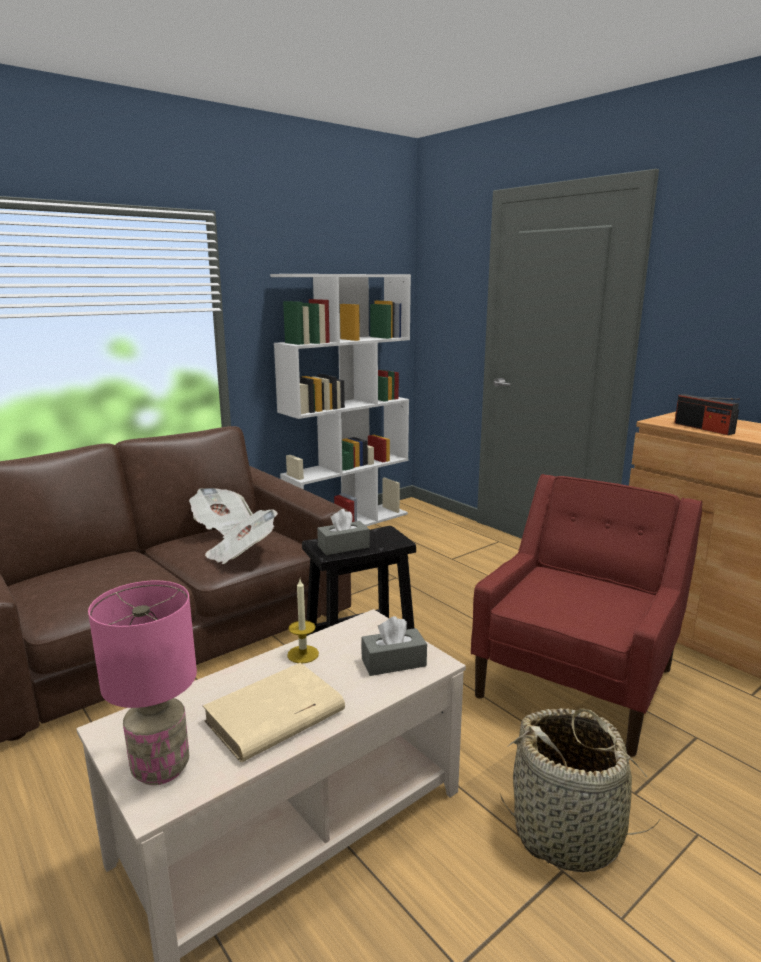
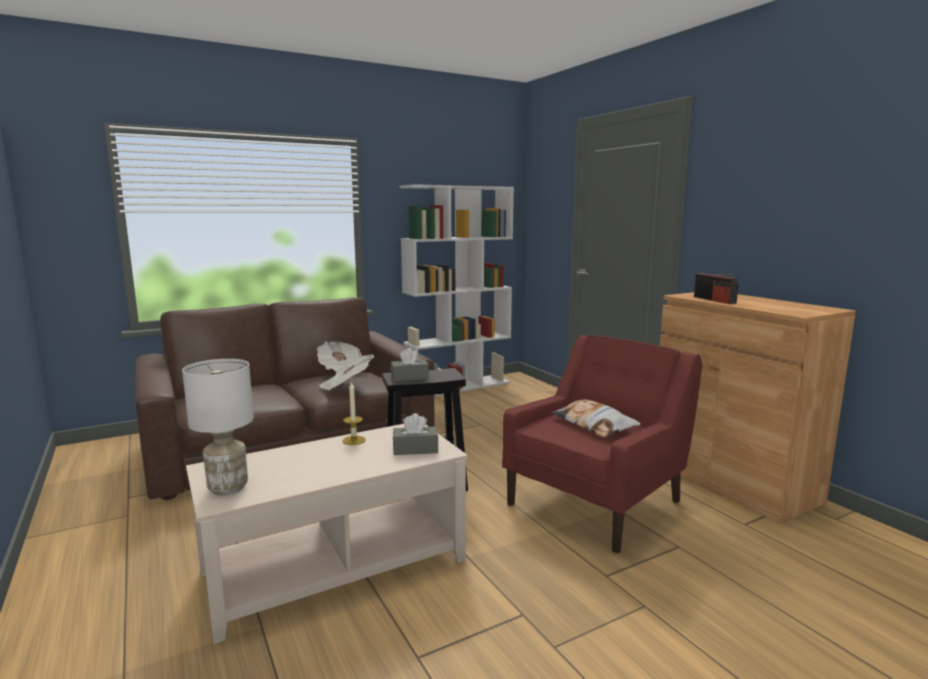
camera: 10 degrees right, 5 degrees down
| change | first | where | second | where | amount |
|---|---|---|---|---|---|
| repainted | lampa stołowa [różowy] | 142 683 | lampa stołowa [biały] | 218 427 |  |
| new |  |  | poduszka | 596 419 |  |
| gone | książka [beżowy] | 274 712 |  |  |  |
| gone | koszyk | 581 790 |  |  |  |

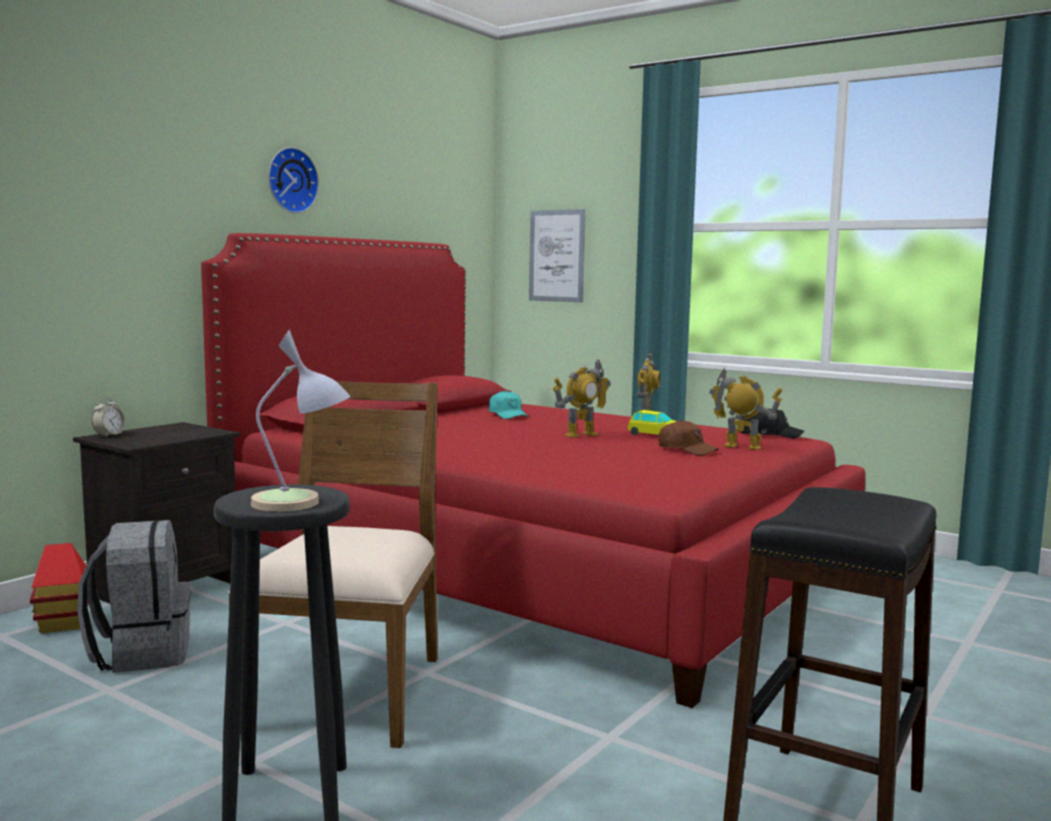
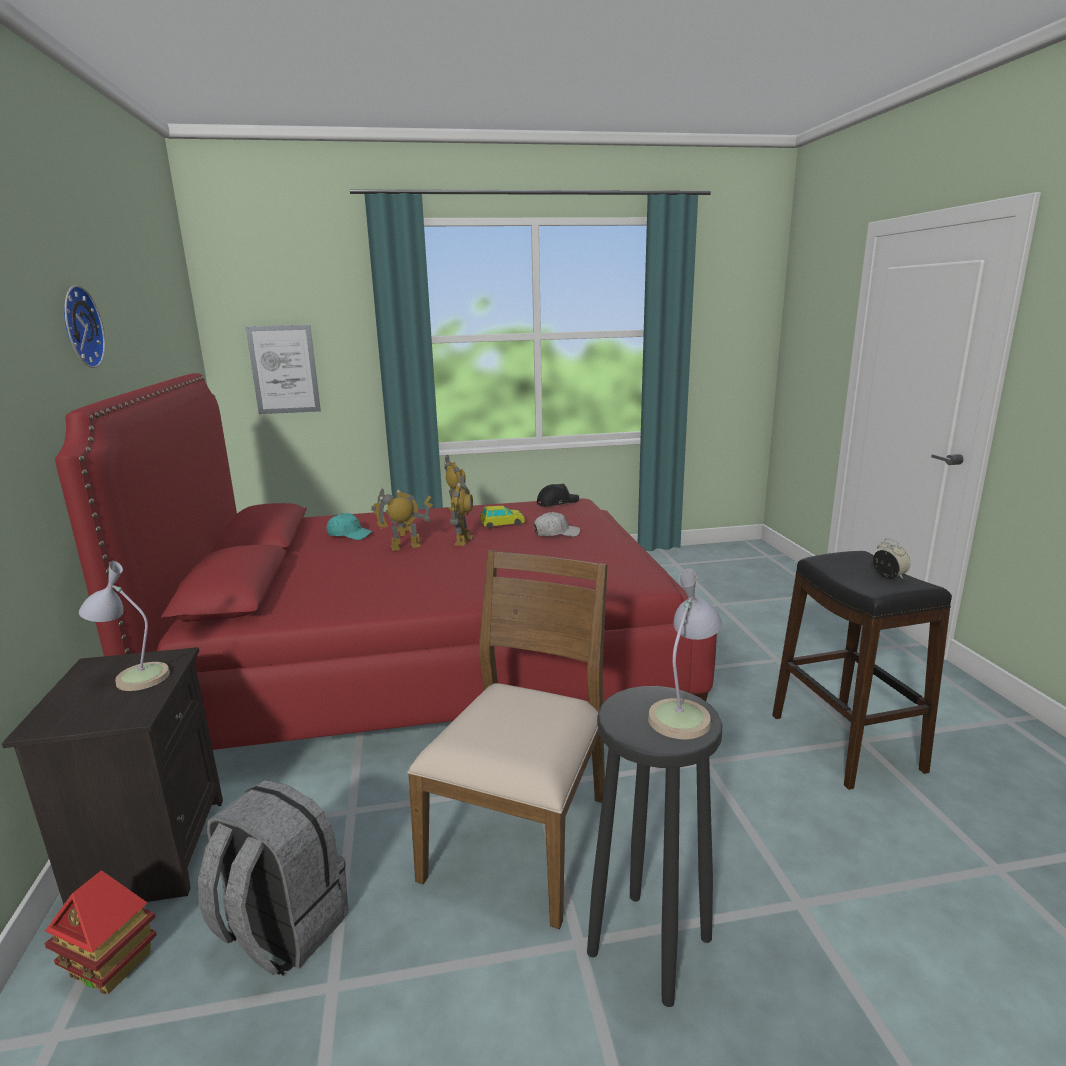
camera: 45 degrees left, 10 degrees up
| change | first | where | second | where | amount |
|---|---|---|---|---|---|
| new |  |  | lampa stołowa | 124 626 |  |
| shifted | robot zabawkowy | 746 409 |  | 402 519 |  |
| rotated | krzesło [brązowy] | 333 564 |  | 507 739 | 60 degrees clockwise |
| repainted | czapka z daszkiem [brązowy] | 688 438 | czapka z daszkiem [biały] | 557 524 |  |
| shifted | budzik | 109 417 |  | 892 558 |  |

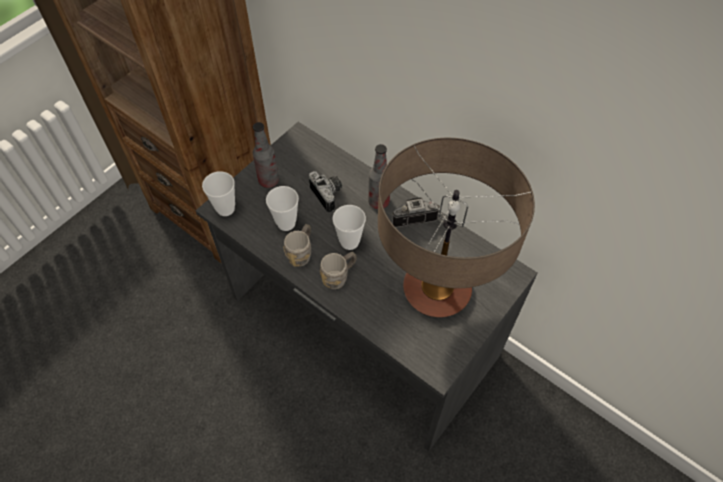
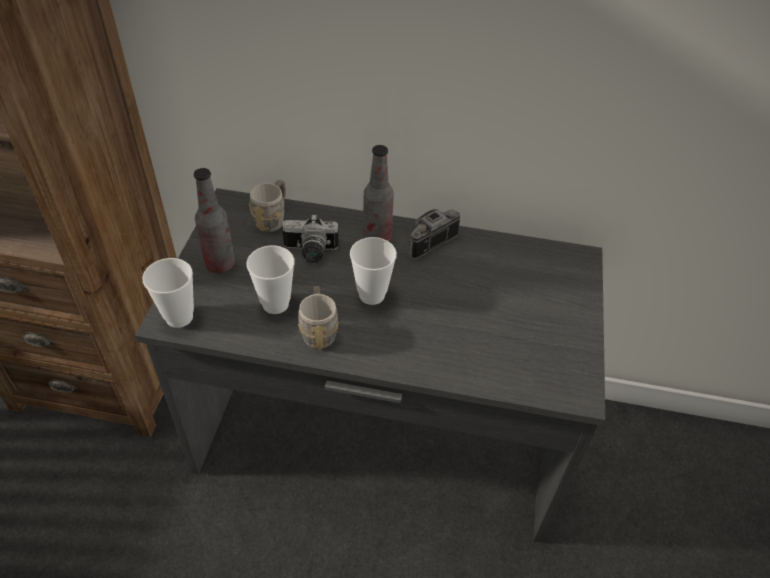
camera: 30 degrees left, 10 degrees down
| change | first | where | second | where | amount |
|---|---|---|---|---|---|
| shifted | kubek [szary] | 338 270 |  | 267 206 |  |
| rotated | aparat fotograficzny | 325 191 |  | 310 238 | 150 degrees clockwise |
| gone | lampa stołowa | 456 227 |  |  |  |

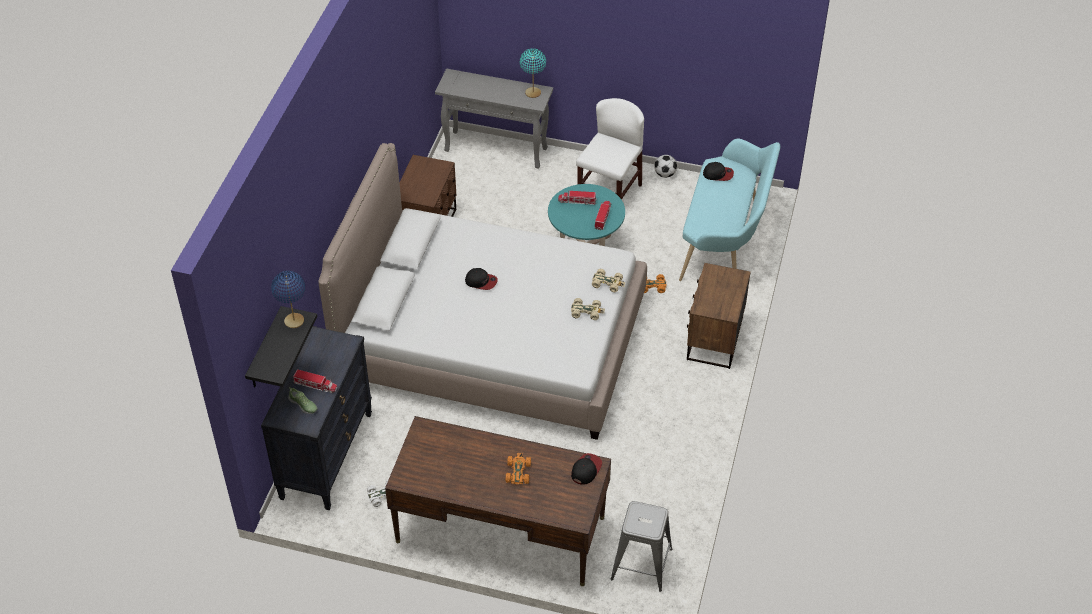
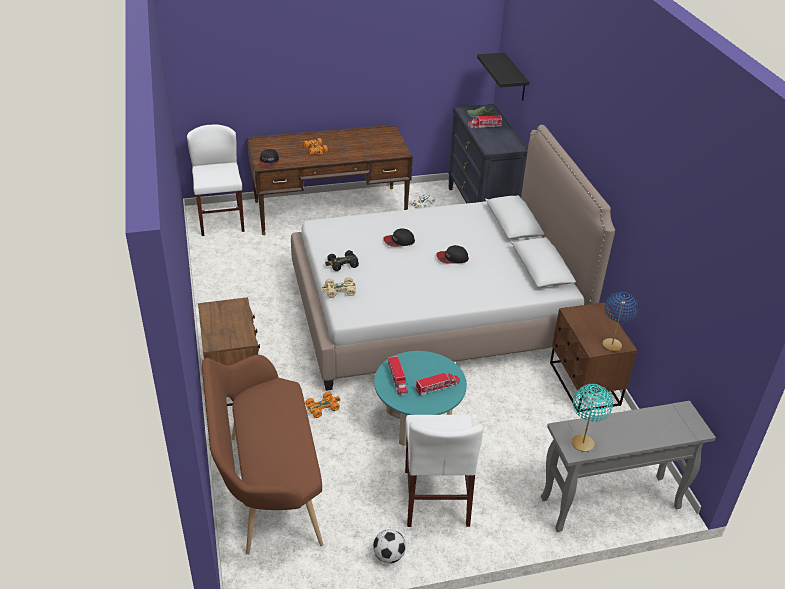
camera: 150 degrees right, 10 degrees down
| change | first | where | second | where | amount |
|---|---|---|---|---|---|
| swapped | stołek [szary] | 641 546 | krzesło [biały] | 216 180 |  |
| repainted | ławka [turkusowy] | 729 210 | ławka [brązowy] | 262 455 |  |
| repainted | samochodzik [beżowy] | 588 309 | samochodzik [czarny] | 342 260 |  |
| shifted | czapka z daszkiem | 718 171 |  | 399 237 |  |
| shifted | lampa stołowa [niebieski] | 288 299 |  | 620 322 |  |

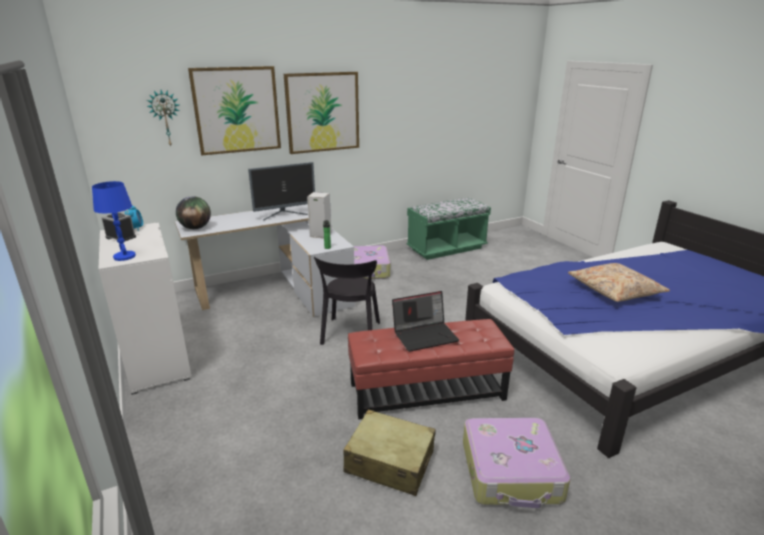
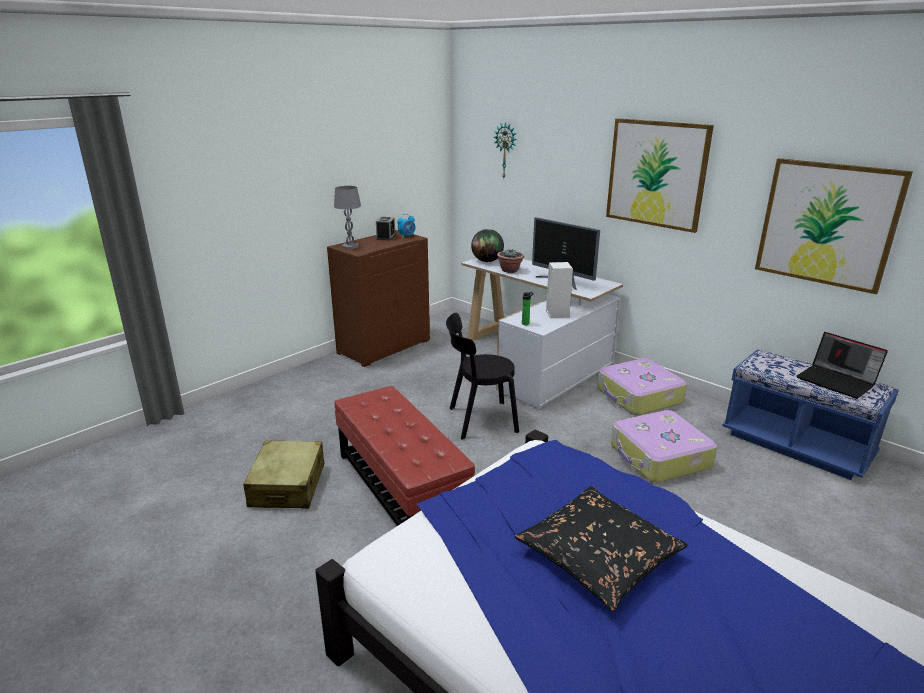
camera: 70 degrees right, 0 degrees up
| change | first | where | second | where | amount |
|---|---|---|---|---|---|
| repainted | szafka [biały] | 145 309 | szafka [brązowy] | 378 298 |  |
| repainted | lampa stołowa [niebieski] | 114 221 | lampa stołowa [szary] | 347 217 |  |
| new |  |  | roślina doniczkowa | 510 261 |  |
| repainted | poduszka [beżowy] | 619 282 | poduszka [czarny] | 601 548 |  |
| shifted | walizka | 516 463 |  | 664 446 |  |
| repainted | ławka [zielony] | 449 229 | ławka [niebieski] | 810 414 |  |
| shifted | obraz | 234 110 |  | 834 226 |  |
| shifted | laptop | 425 321 |  | 842 365 |  |

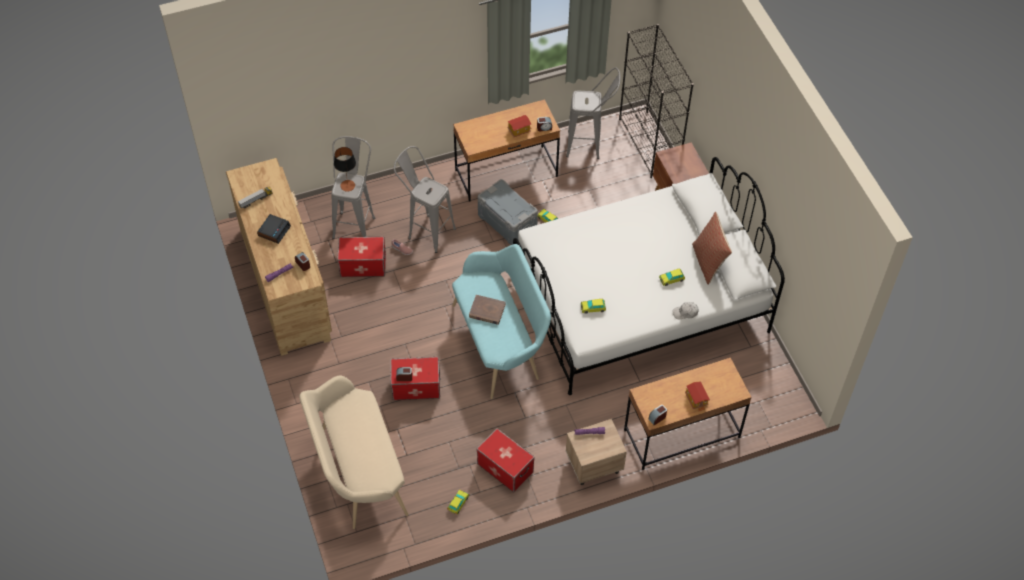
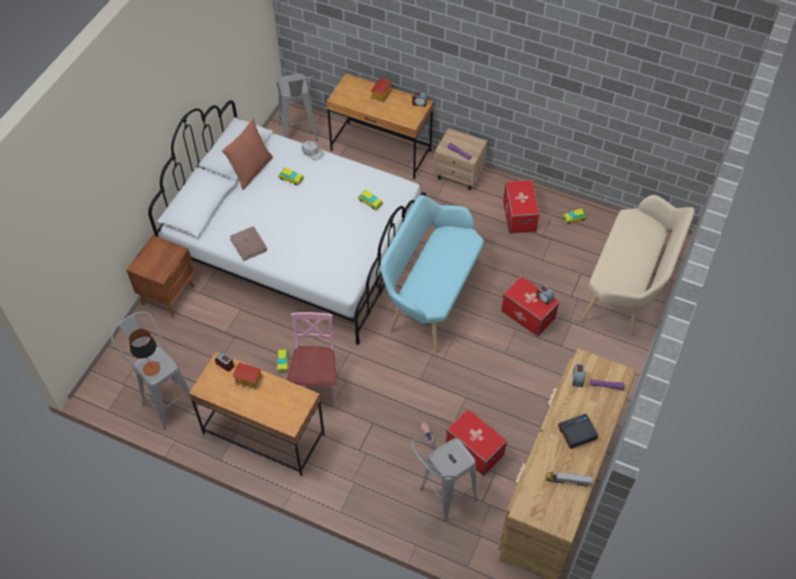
camera: 135 degrees left, 0 degrees up
| change | first | where | second | where | amount |
|---|---|---|---|---|---|
| shifted | lampa stołowa | 345 169 |  | 144 352 |  |
| shifted | książka [brązowy] | 487 310 |  | 248 243 |  |
| shifted | stołek [szary] | 425 199 |  | 297 107 |  |
| swapped | pojemnik do przechowywania [szary] | 508 212 | krzesło [różowy] | 312 360 |  |
| gone | regał [czarny] | 656 101 |  |  |  |

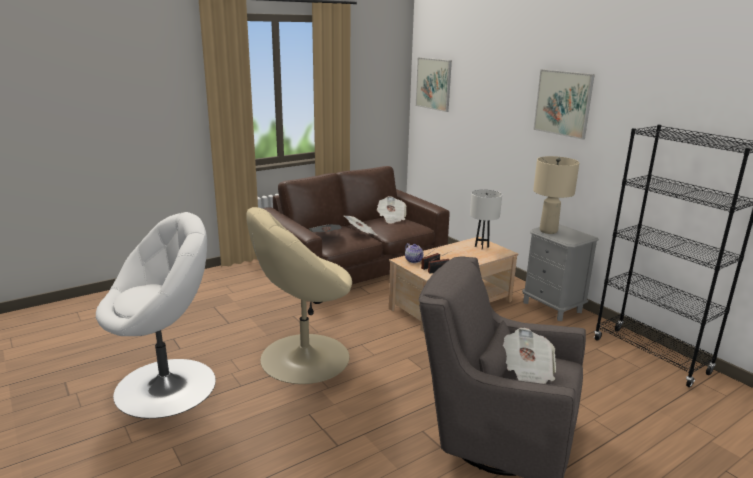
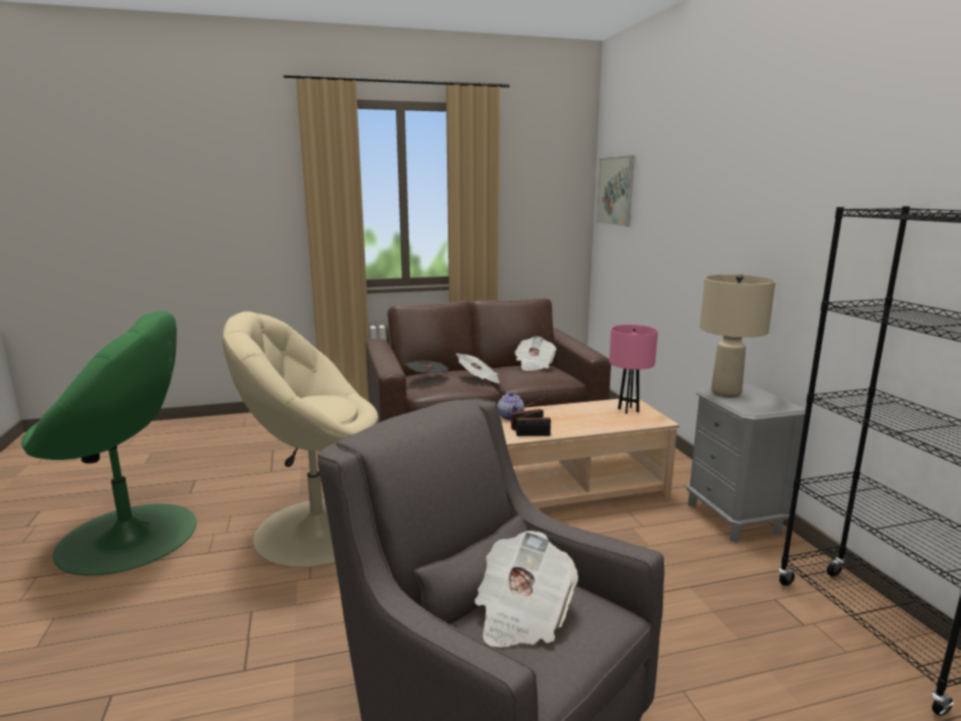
camera: 20 degrees right, 5 degrees down
| change | first | where | second | where | amount |
|---|---|---|---|---|---|
| repainted | fotel [biały] | 156 315 | fotel [zielony] | 109 443 |  |
| repainted | lampa stołowa [biały] | 486 219 | lampa stołowa [różowy] | 633 369 |  |
| gone | obraz | 564 104 |  |  |  |

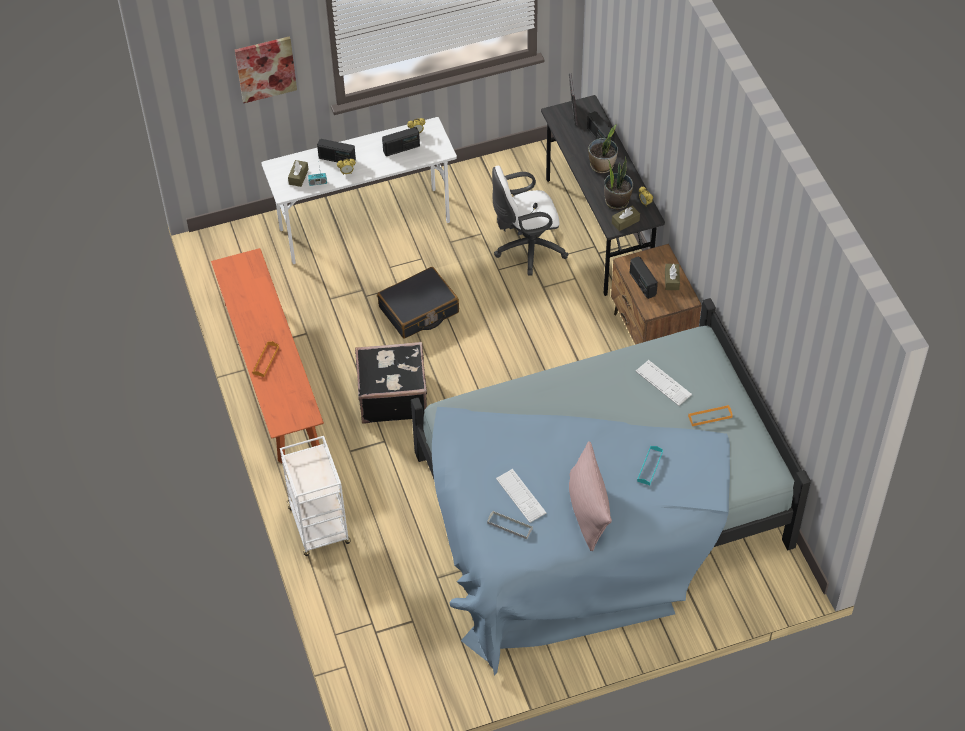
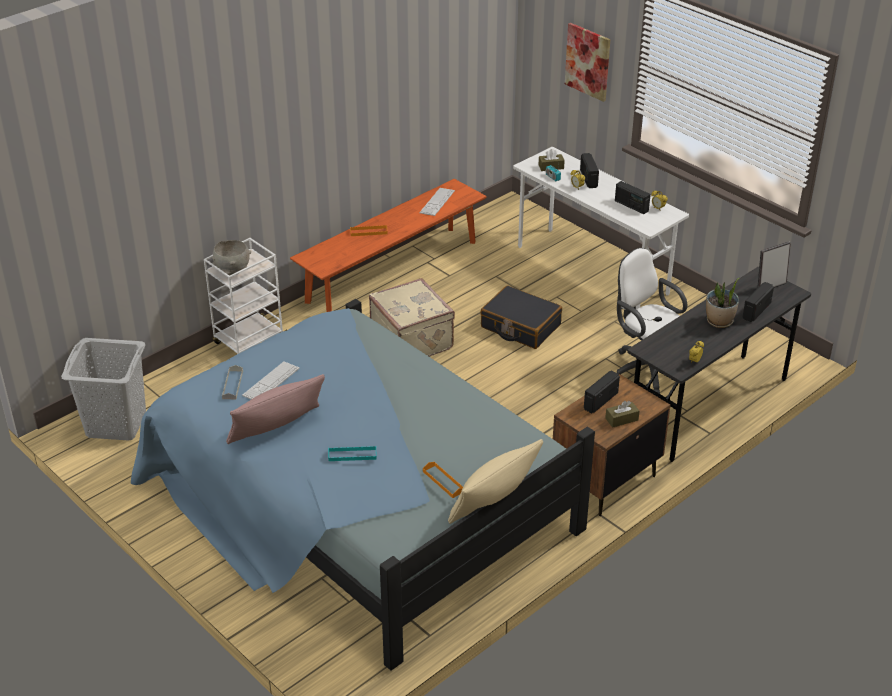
camera: 65 degrees right, 15 degrees down
| change | first | where | second | where | amount |
|---|---|---|---|---|---|
| new |  |  | kosz na pranie [szary] | 103 389 |  |
| new |  |  | miska [szary] | 231 258 |  |
| repainted | walizka [czarny] | 391 383 | walizka [beżowy] | 412 317 |  |
| shifted | klawiatura | 663 383 |  | 437 202 |  |
| new |  |  | poduszka [beżowy] | 495 481 |  |
| gone | roślina doniczkowa | 618 183 |  |  |  |
| gone | pudełko chusteczek [brązowy] | 626 218 |  |  |  |

